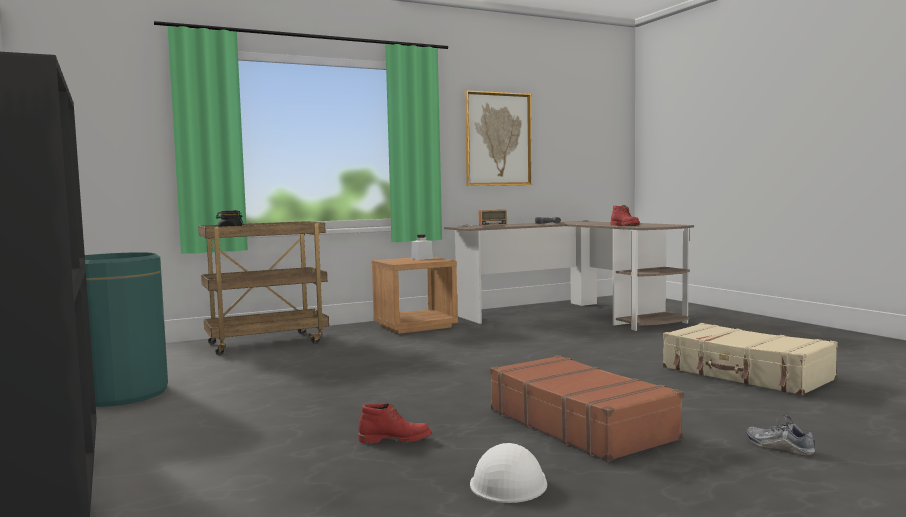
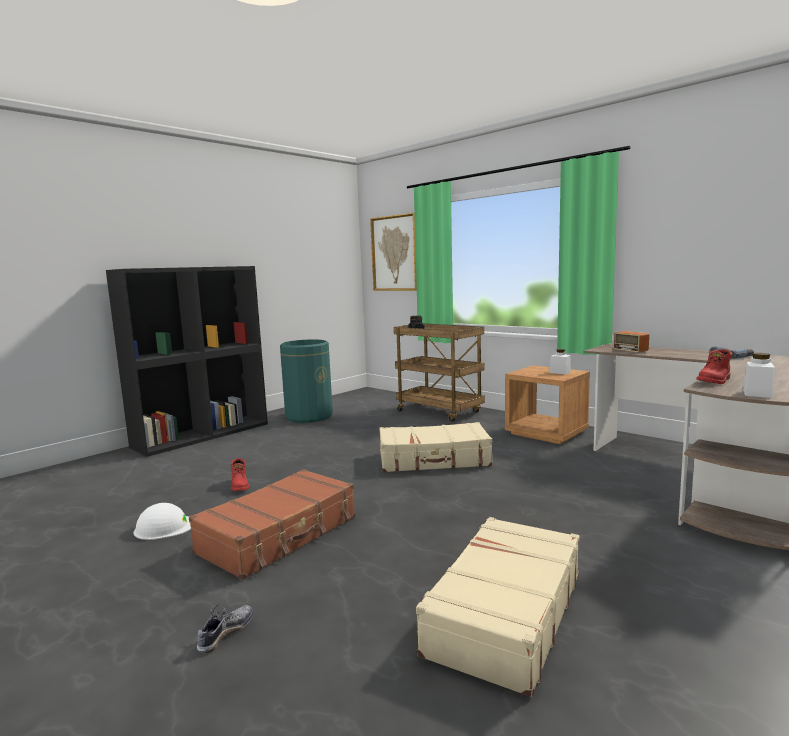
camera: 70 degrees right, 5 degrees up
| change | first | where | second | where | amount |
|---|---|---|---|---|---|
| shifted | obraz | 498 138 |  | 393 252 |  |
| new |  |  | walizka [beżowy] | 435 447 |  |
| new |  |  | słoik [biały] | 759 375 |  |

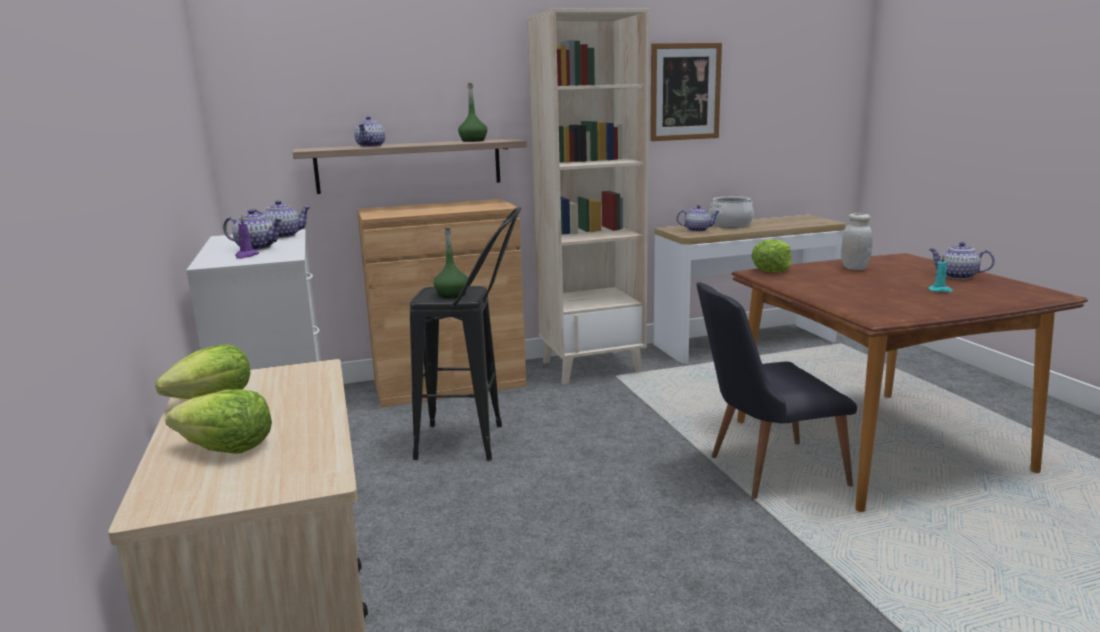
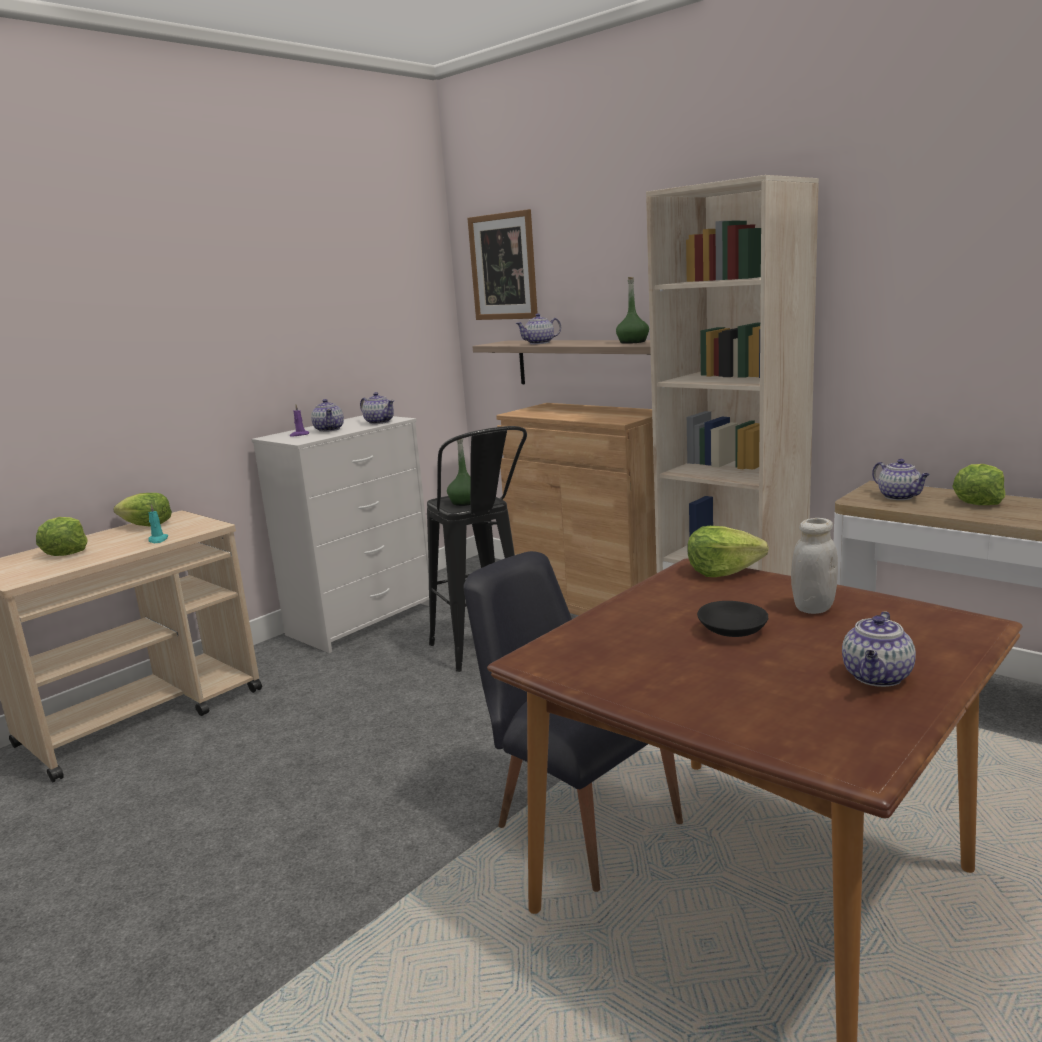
camera: 60 degrees right, 0 degrees up
| change | first | where | second | where | amount |
|---|---|---|---|---|---|
| shifted | świeca [turkusowy] | 940 273 |  | 158 523 |  |
| shifted | obraz | 686 92 |  | 502 264 |  |
| new |  |  | miska [czarny] | 733 619 |  |
| rotated | imbryk | 962 260 |  | 879 649 | 150 degrees counterclockwise |
| swapped | garnek | 731 212 | sałata | 978 484 |  |

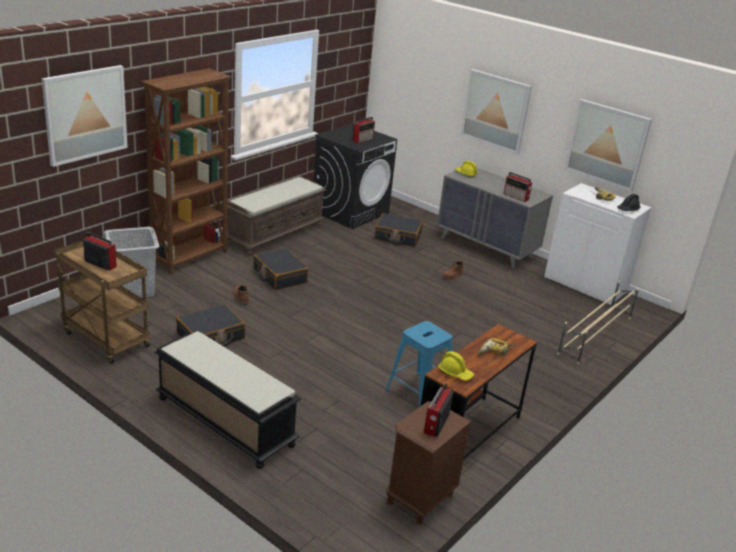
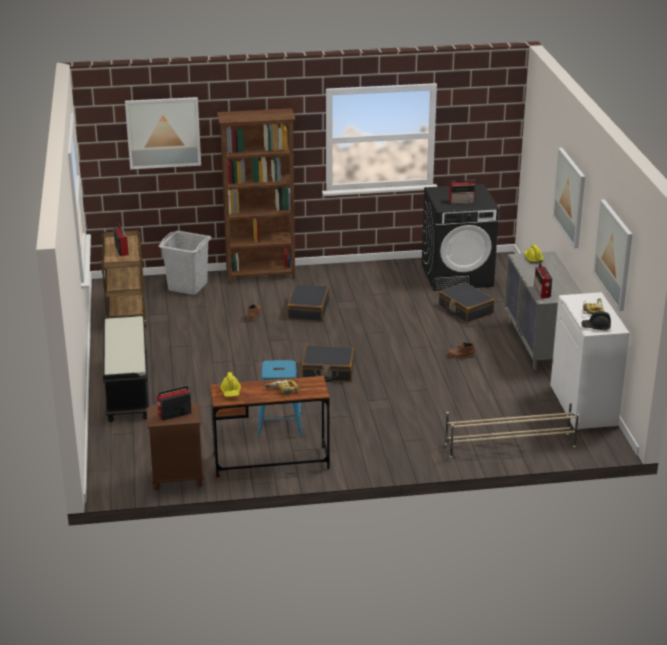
camera: 45 degrees right, 0 degrees up
| change | first | where | second | where | amount |
|---|---|---|---|---|---|
| shifted | walizka [czarny] | 210 325 |  | 328 363 |  |
| gone | ławka [brązowy] | 276 215 |  |  |  |

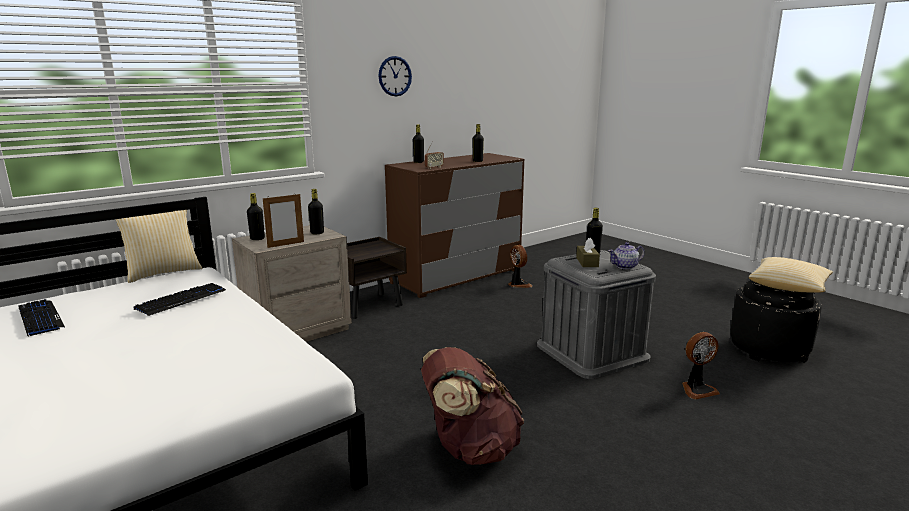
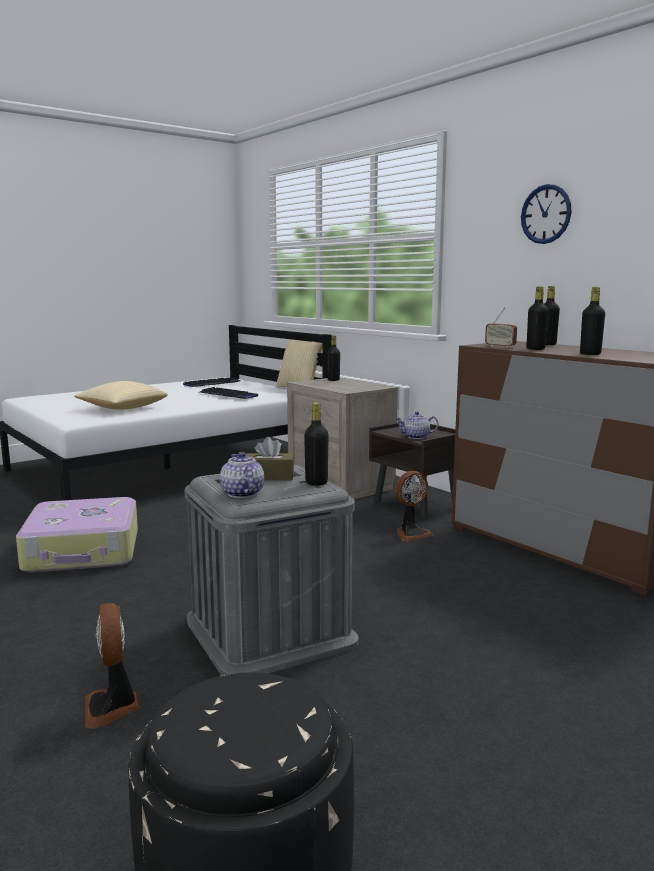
camera: 90 degrees right, 5 degrees down
| change | first | where | second | where | amount |
|---|---|---|---|---|---|
| swapped | plecak [brązowy] | 472 406 | walizka | 77 535 |  |
| shifted | poduszka | 791 275 |  | 121 395 |  |
| new |  |  | imbryk | 417 425 |  |
| shifted | wentylator | 520 266 |  | 414 506 |  |
| shifted | butelka [czarny] | 316 211 |  | 538 318 |  |
| gone | ramka na zdjęcie | 283 221 |  |  |  |

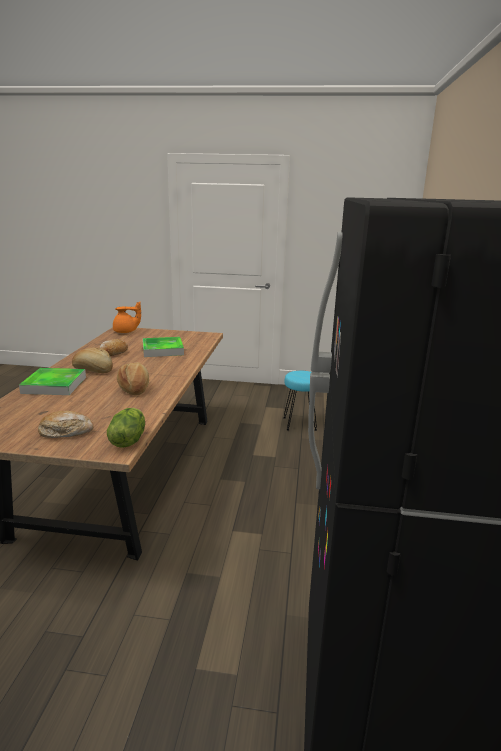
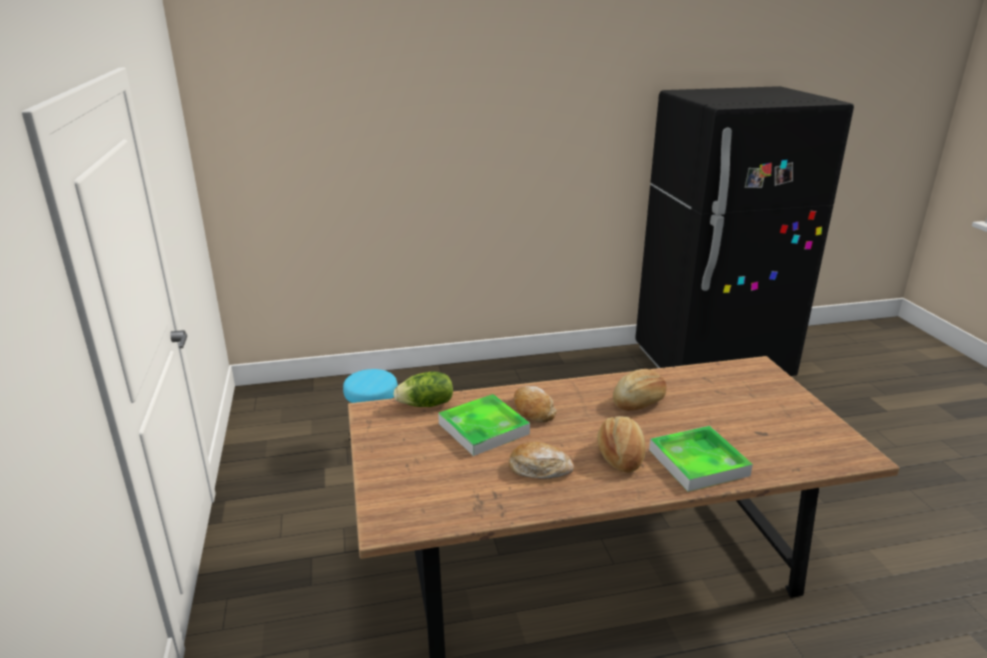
camera: 110 degrees left, 5 degrees up
| change | first | where | second | where | amount |
|---|---|---|---|---|---|
| shifted | sałata | 126 428 |  | 423 389 |  |
| shifted | chleb | 66 424 |  | 535 404 |  |
| gone | imbryk [pomarańczowy] | 127 317 |  |  |  |

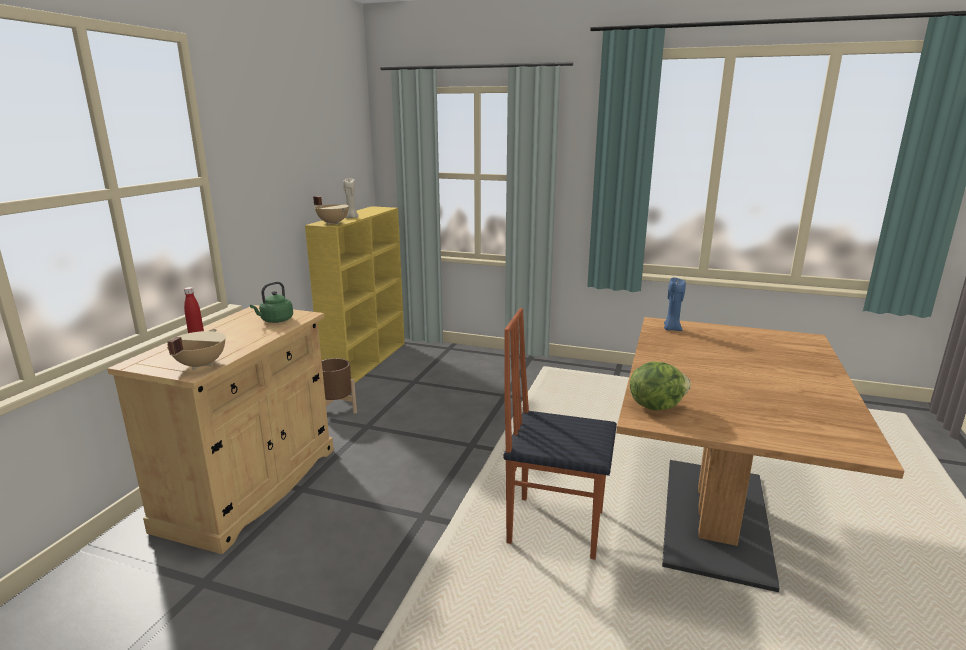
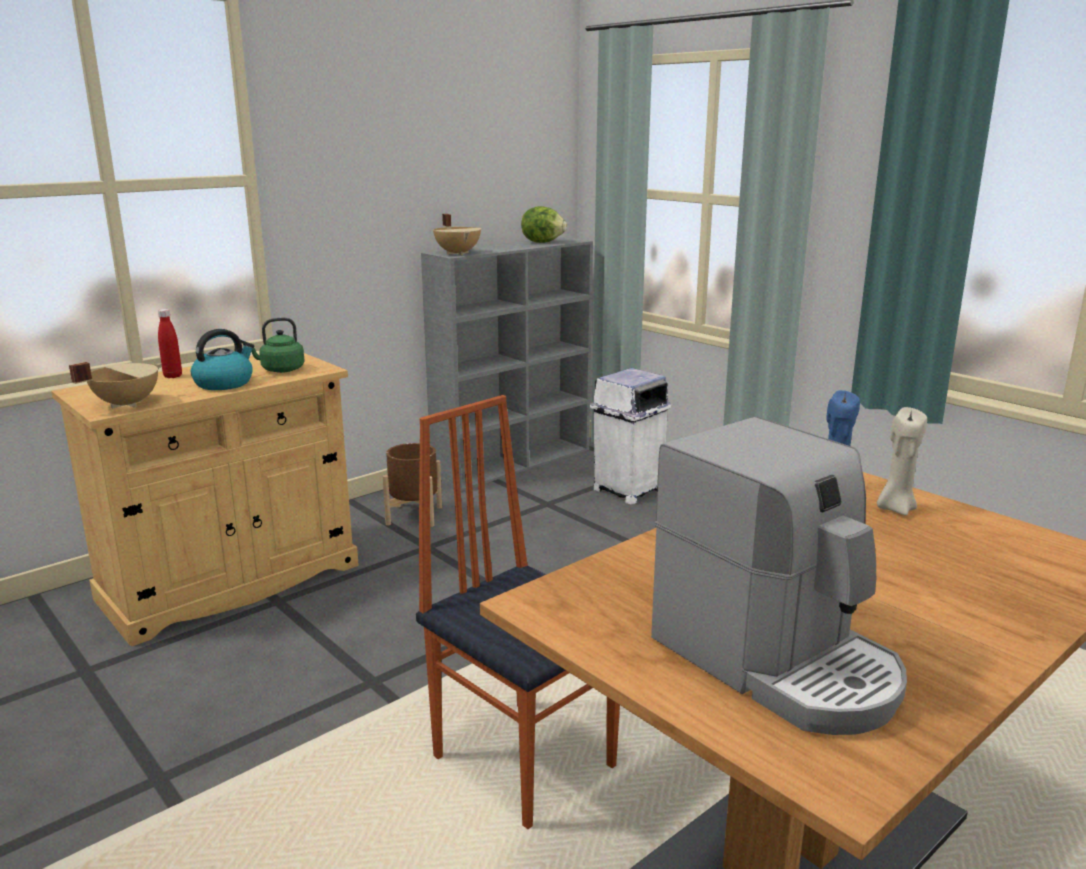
camera: 30 degrees right, 0 degrees up
| change | first | where | second | where | amount |
|---|---|---|---|---|---|
| new |  |  | czajnik | 222 359 |  |
| repainted | regał [żółty] | 355 294 | regał [szary] | 507 364 |  |
| shifted | sałata | 660 386 |  | 544 224 |  |
| new |  |  | kosz na śmieci [biały] | 631 436 |  |
| new |  |  | ekspres do kawy | 779 576 |  |
| shifted | świeca [beżowy] | 351 198 |  | 902 461 |  |

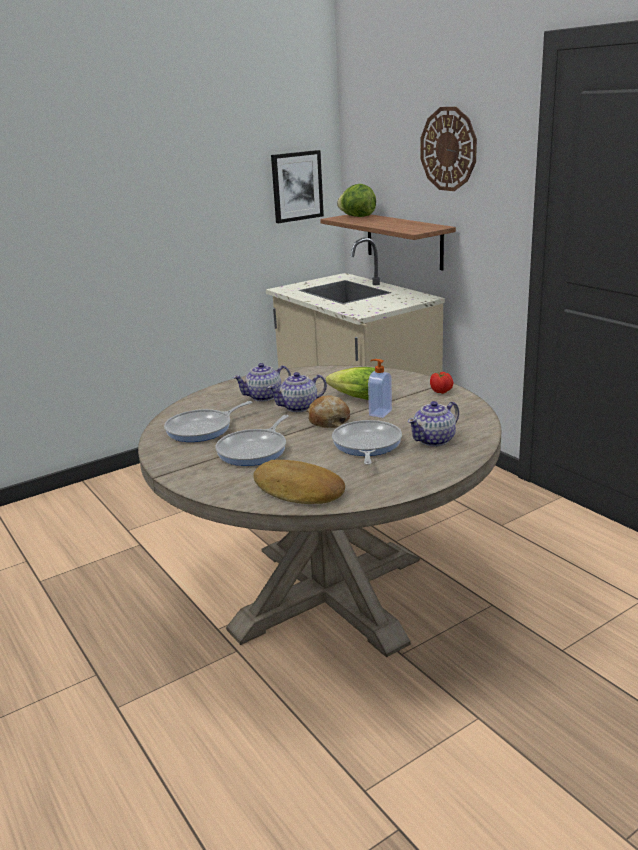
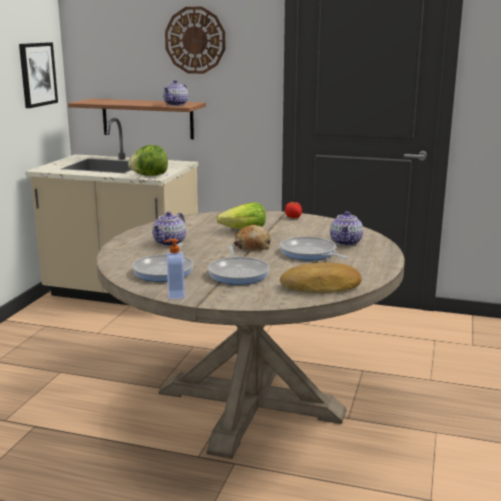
camera: 40 degrees left, 5 degrees down
| change | first | where | second | where | amount |
|---|---|---|---|---|---|
| shifted | sałata | 356 200 |  | 148 160 |  |
| shifted | imbryk | 297 392 |  | 175 93 |  |
| shifted | dozownik mydła | 380 388 |  | 174 269 |  |

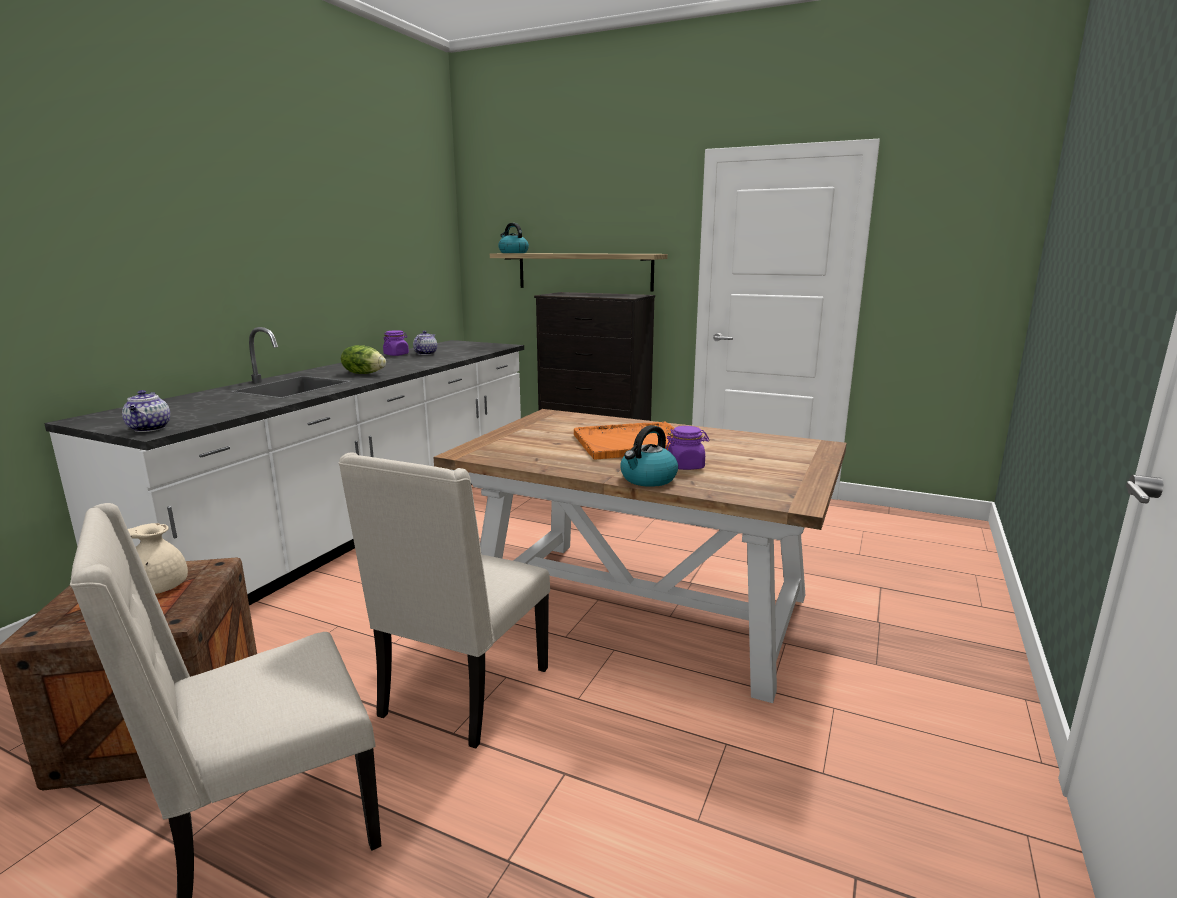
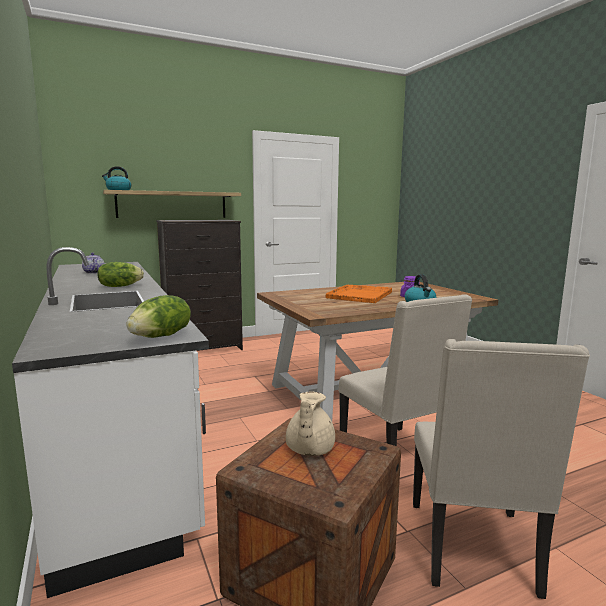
camera: 50 degrees left, 5 degrees down
| change | first | where | second | where | amount |
|---|---|---|---|---|---|
| swapped | imbryk | 146 411 | sałata | 159 316 |  |
| gone | słoik [fioletowy] | 396 343 |  |  |  |

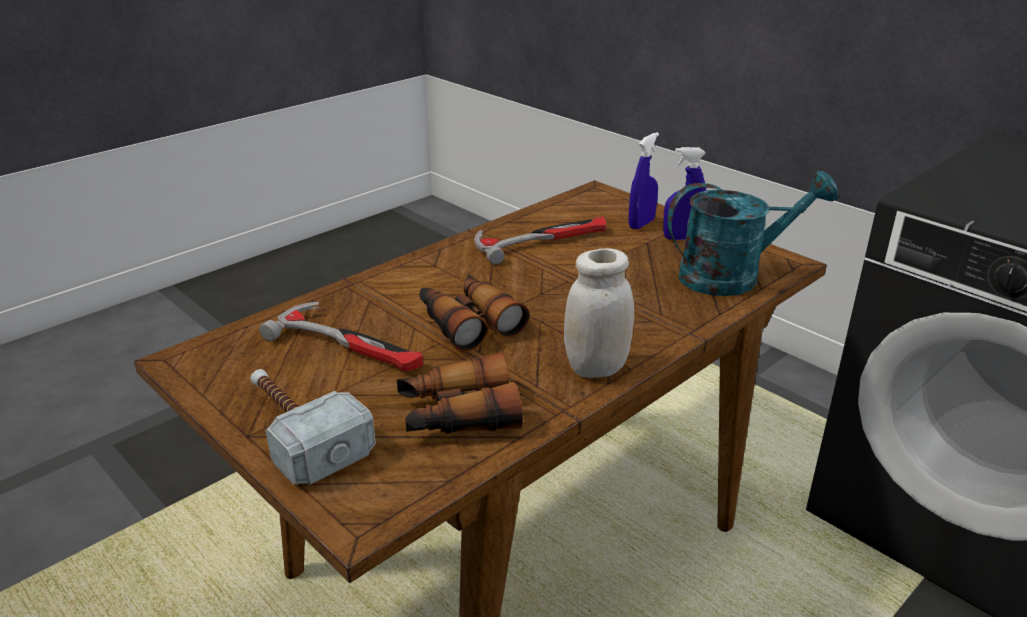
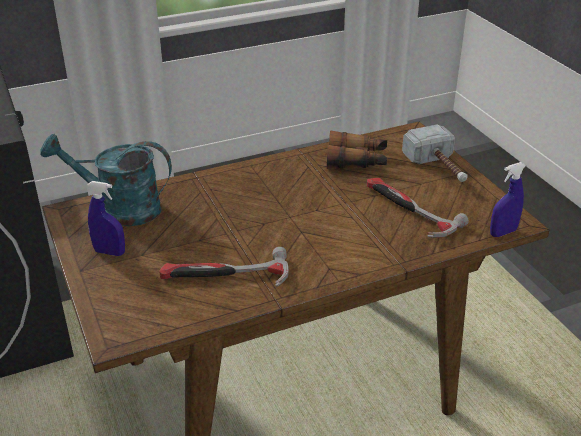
camera: 160 degrees left, 5 degrees up
| change | first | where | second | where | amount |
|---|---|---|---|---|---|
| shifted | spryskiwacz [niebieski] | 643 181 |  | 508 199 |  |
| gone | lornetka | 474 313 |  |  |  |
| gone | słoik [biały] | 599 313 |  |  |  |

